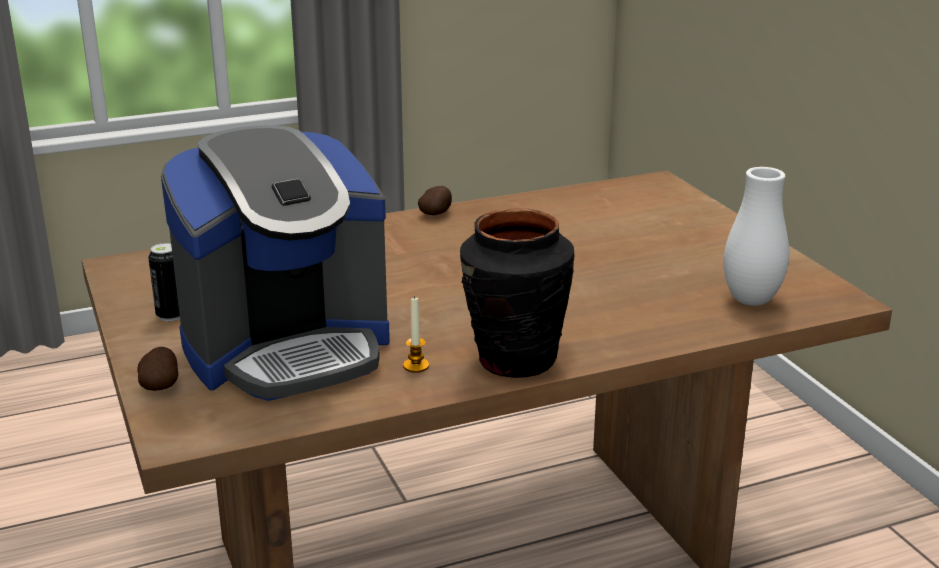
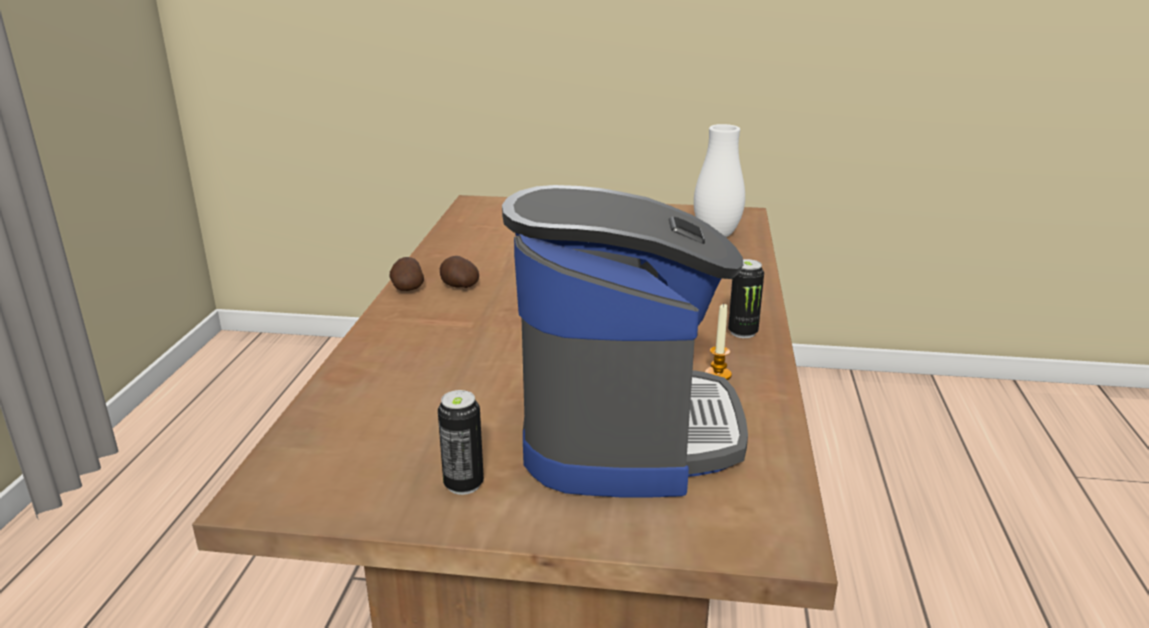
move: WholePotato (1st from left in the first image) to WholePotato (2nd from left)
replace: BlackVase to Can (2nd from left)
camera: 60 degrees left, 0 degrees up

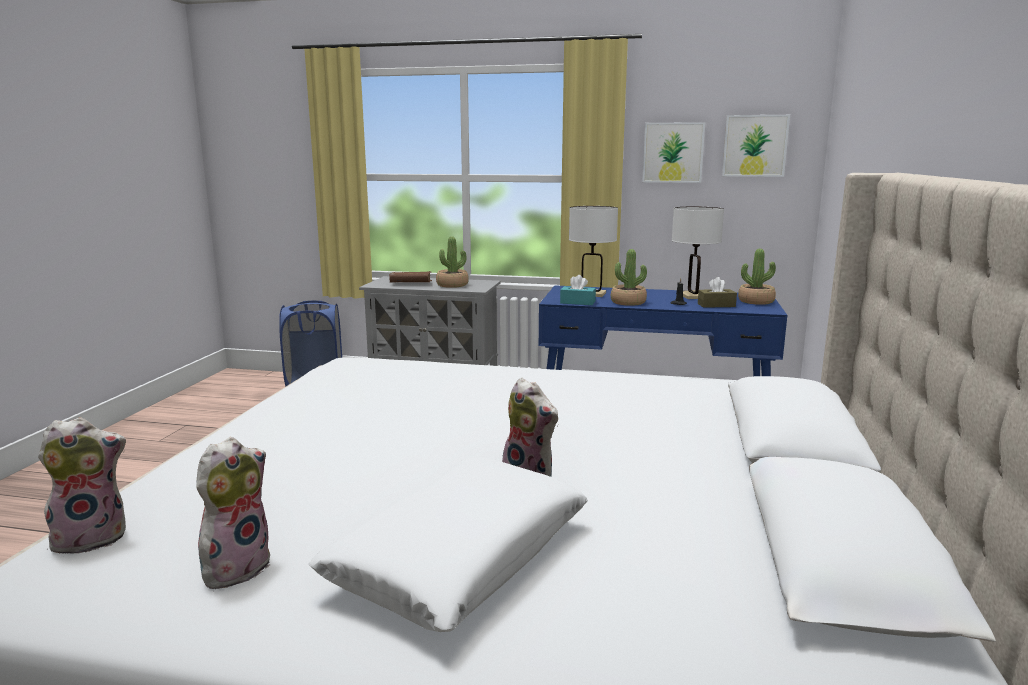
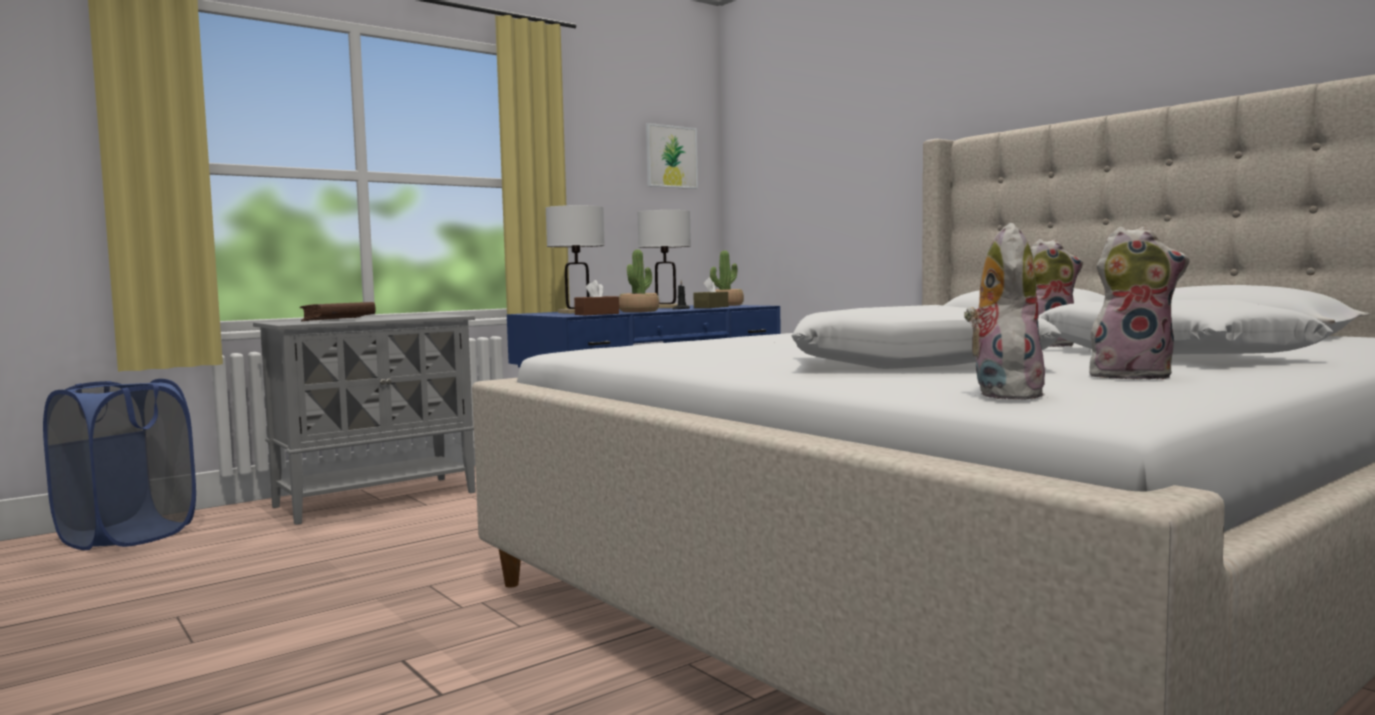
delete: PottedPlant (1st from left); WallPicture (1st from left)
insert: WhiteThrowPillow (1st from left)
recolor: TurquoiseColouredTissueHolder to BrownColouredTissueHolder (1st from left)
rotate: CuddlyToy (2nd from left in the first image) 120 degrees clockwise
camera: 50 degrees left, 10 degrees down

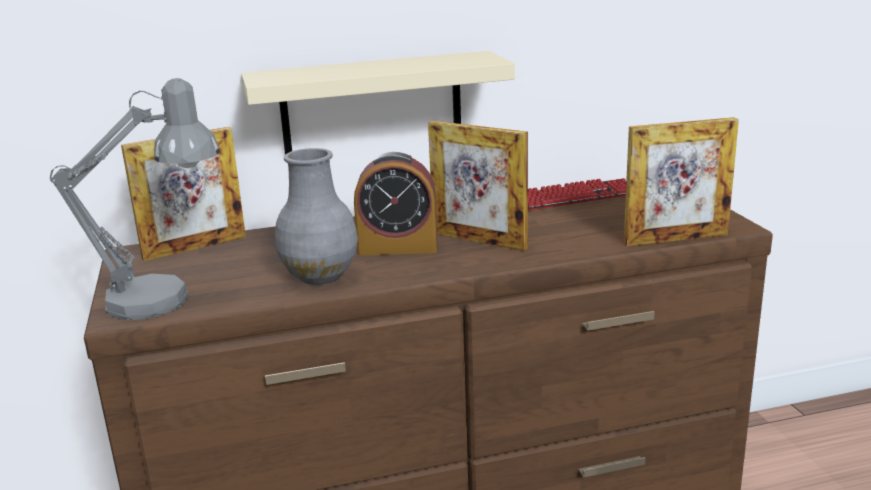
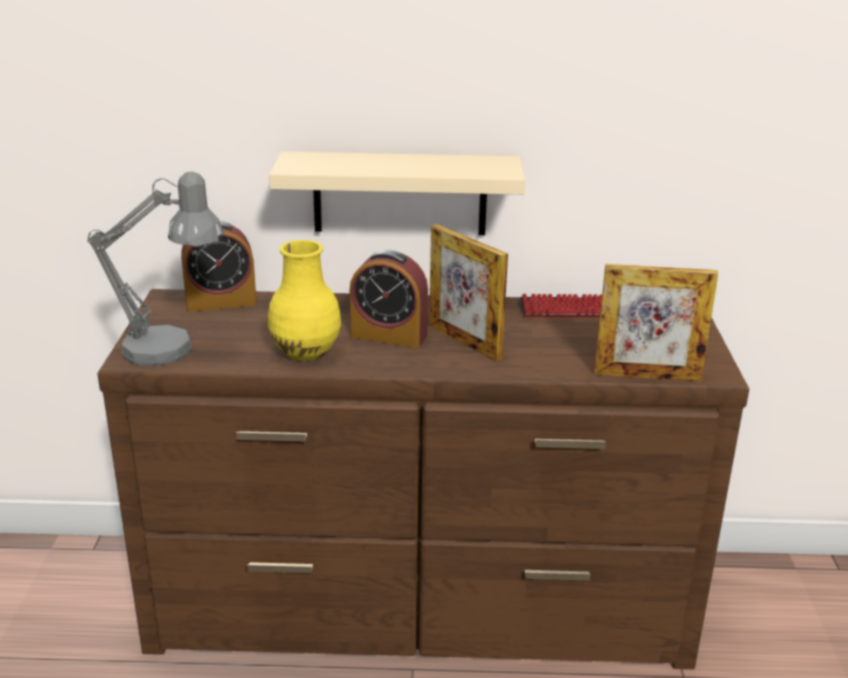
replace: PhotoFrame (1st from left) to TableClock (1st from left)
recolor: GreyishVase to YellowColouredVase
camera: 15 degrees right, 5 degrees up

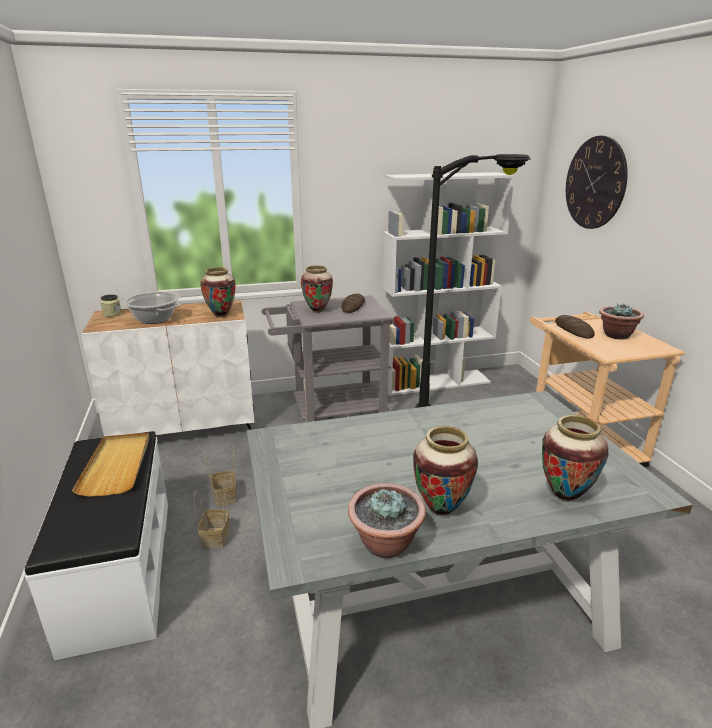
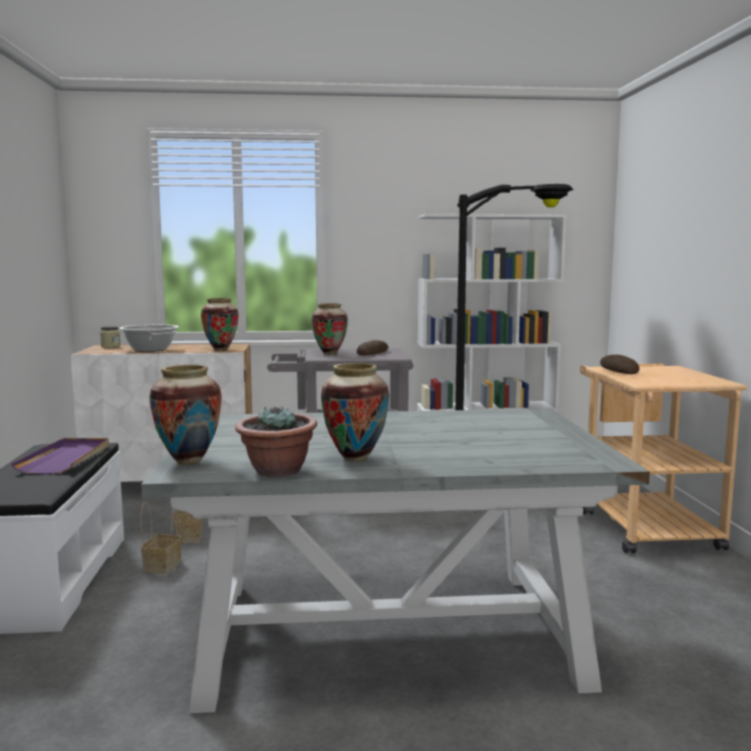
delete: ClockOnTheWall; PottedPlant (2nd from left)
move: Vase (4th from left in the first image) to Vase (1st from left)
recolor: BeigeCarryingTray to PurplishCarryingTray
camera: 10 degrees right, 15 degrees down

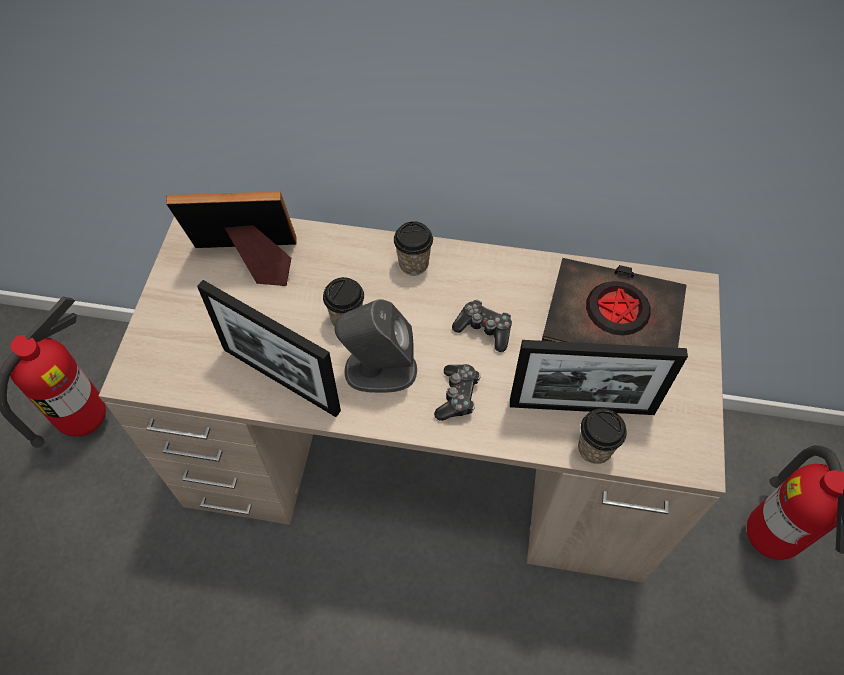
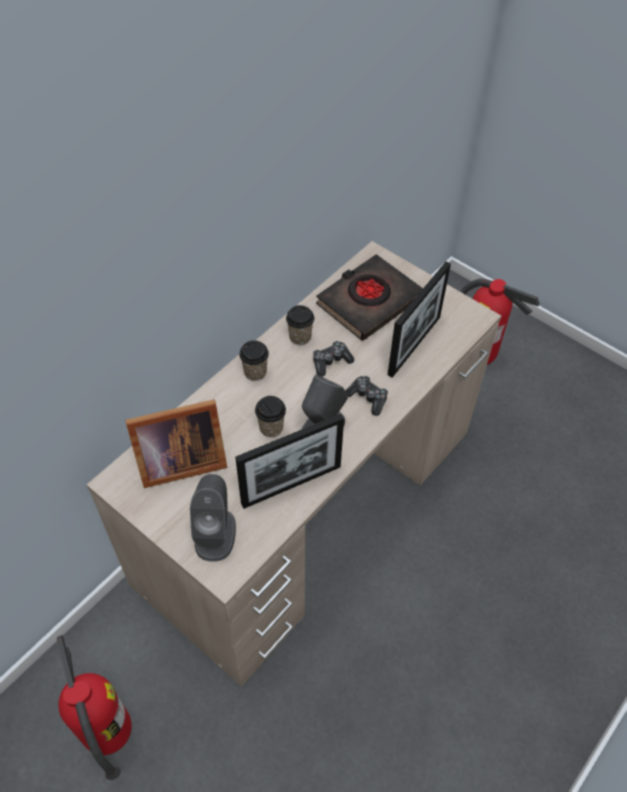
insert: GreyishSpeaker (1st from left)
move: SmallCup (3rd from left)
rotate: PhotoFrame (1st from left) 135 degrees counterclockwise
camera: 60 degrees left, 5 degrees down

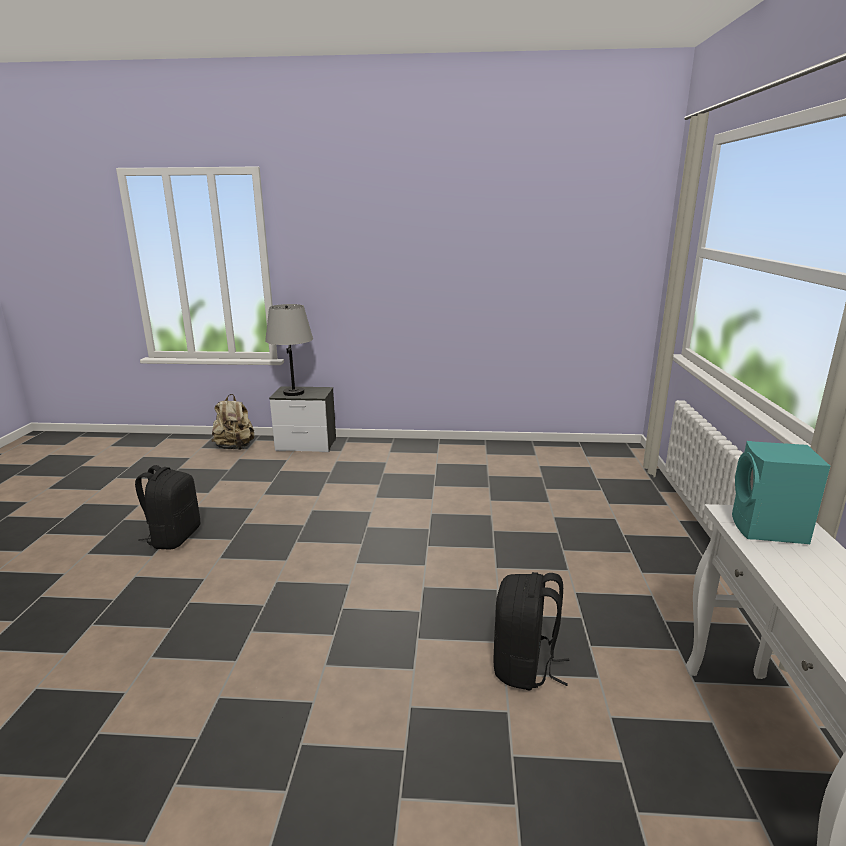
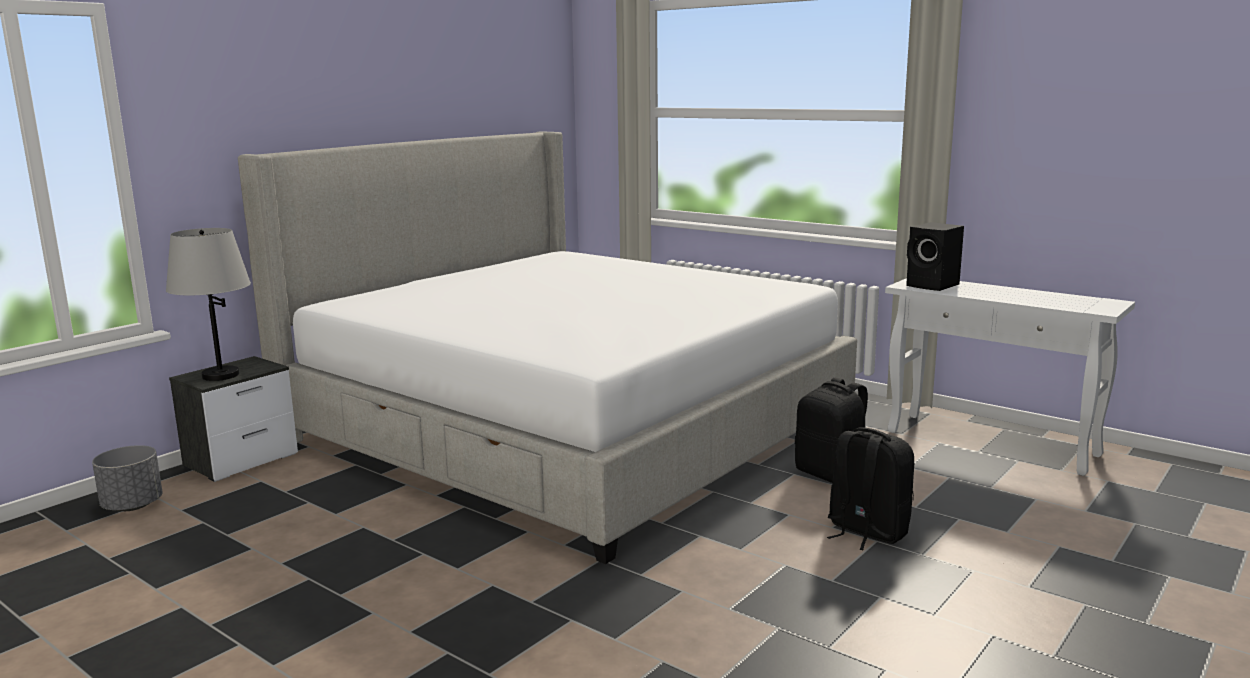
insert: Bed
move: BlackRucksack (1st from left in the first image) to BlackRucksack (2nd from left)
replace: BeigeRucksack to GreyishPlanter
recolor: TurquoiseColouredSpeaker to BlackSpeaker
camera: 55 degrees left, 5 degrees down

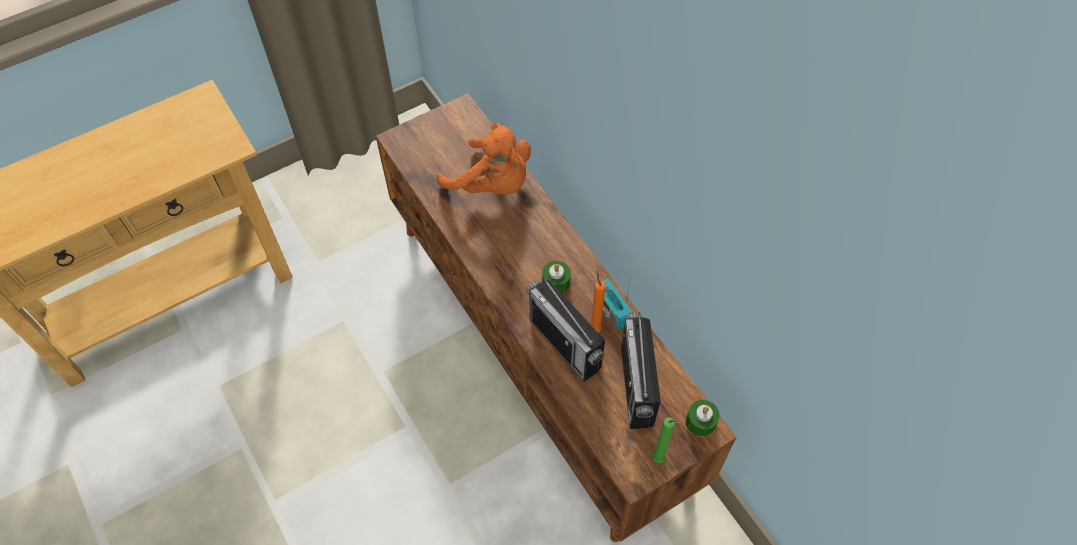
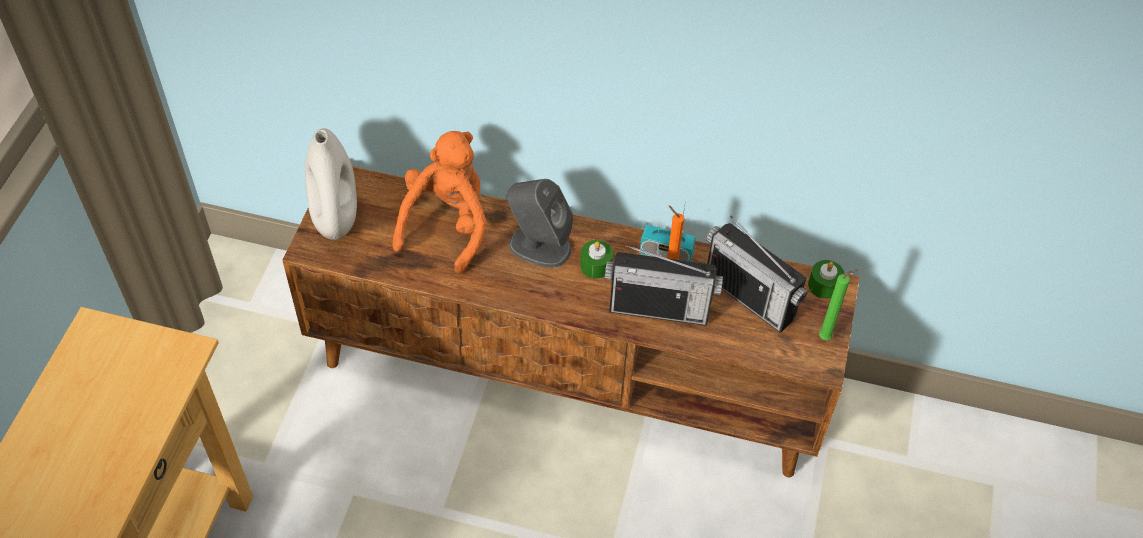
insert: WhiteVase; GreyishSpeaker
rotate: OrangeColouredCuddlyToy 60 degrees counterclockwise
camera: 45 degrees left, 5 degrees down

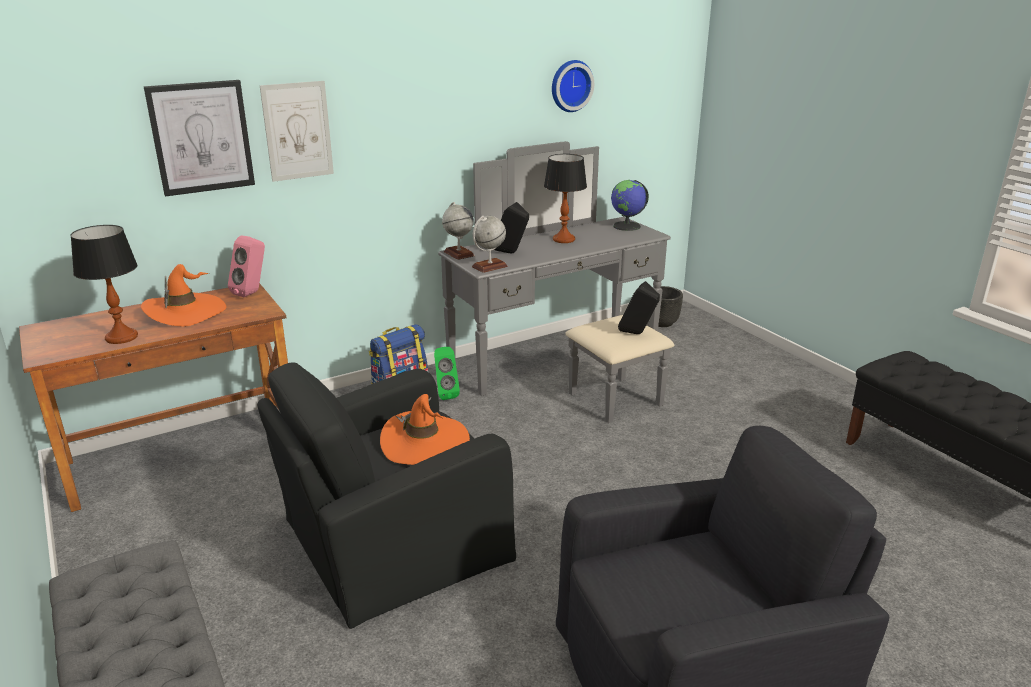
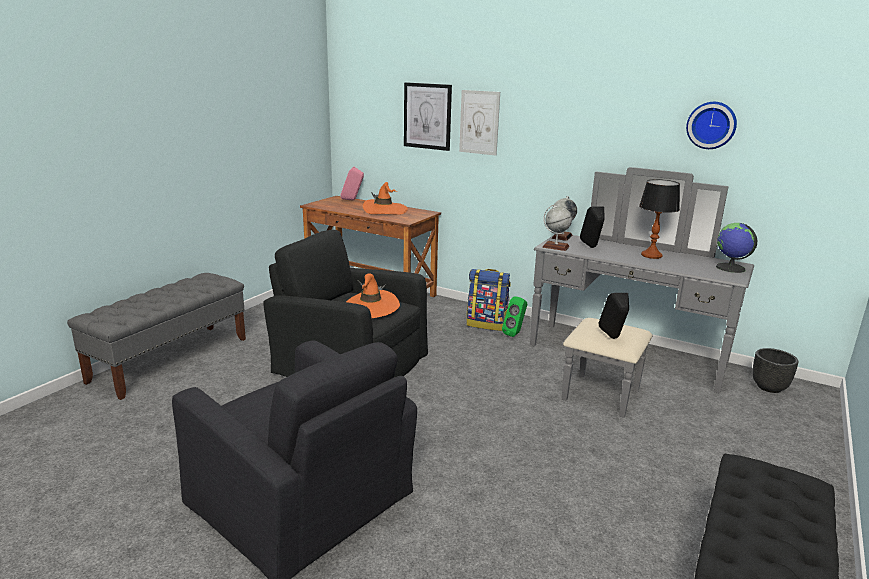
delete: LampForATable (1st from left)
move: PinkishSpeaker
camera: 60 degrees right, 5 degrees down

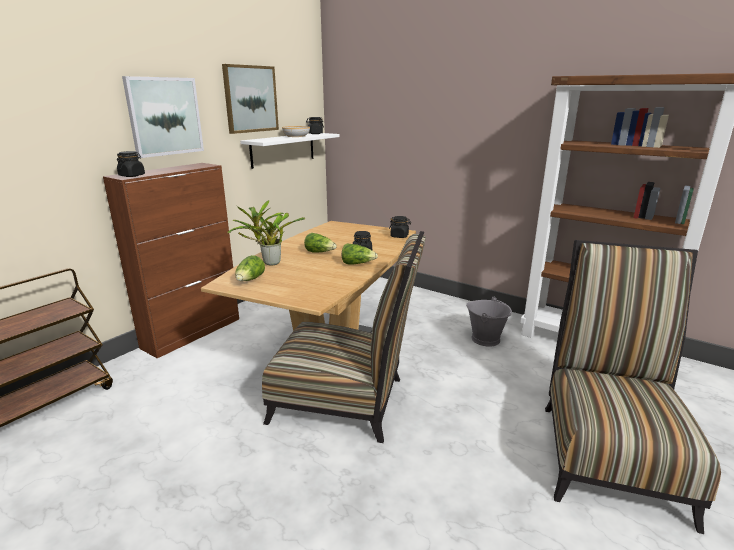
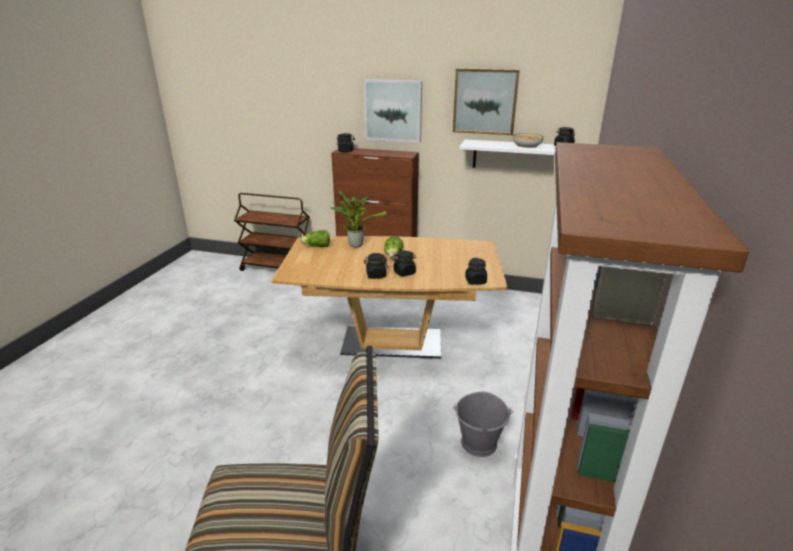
delete: Chair (1st from left)
replace: HeadOfLettuce (3rd from left) to BlackPreserveJar (2nd from left)
camera: 70 degrees right, 5 degrees up

